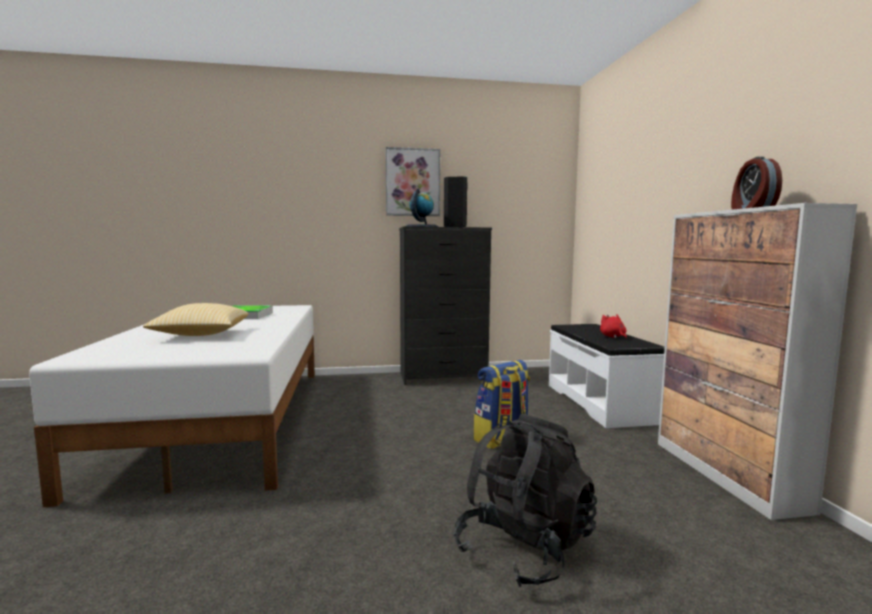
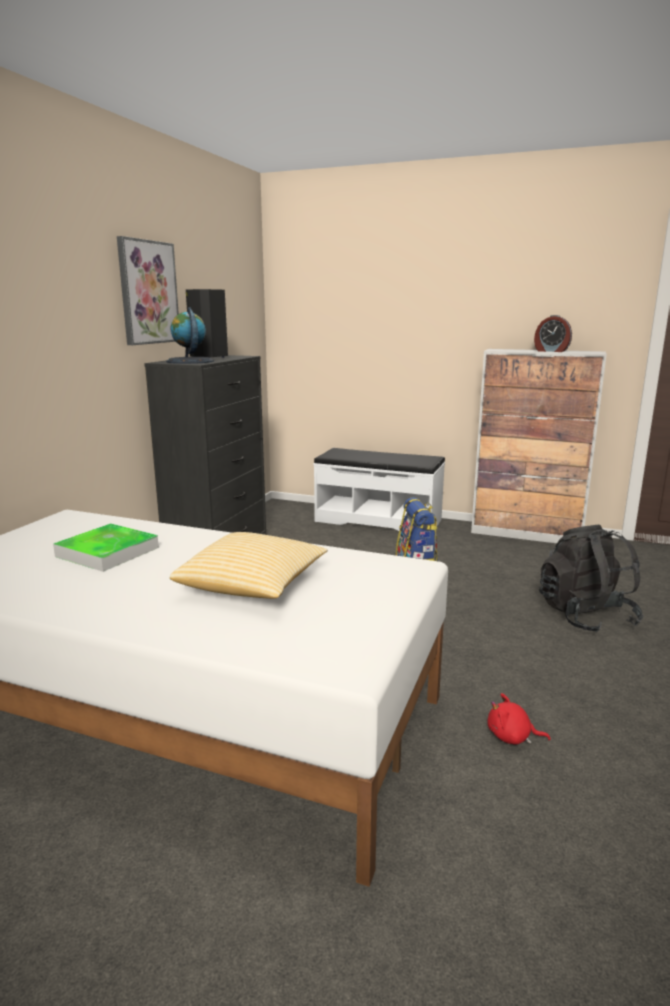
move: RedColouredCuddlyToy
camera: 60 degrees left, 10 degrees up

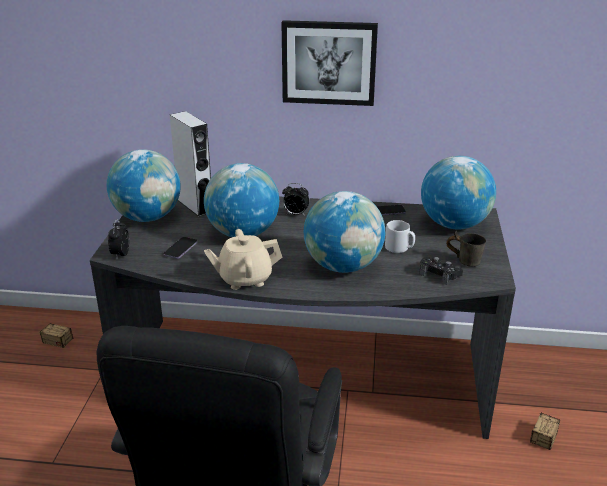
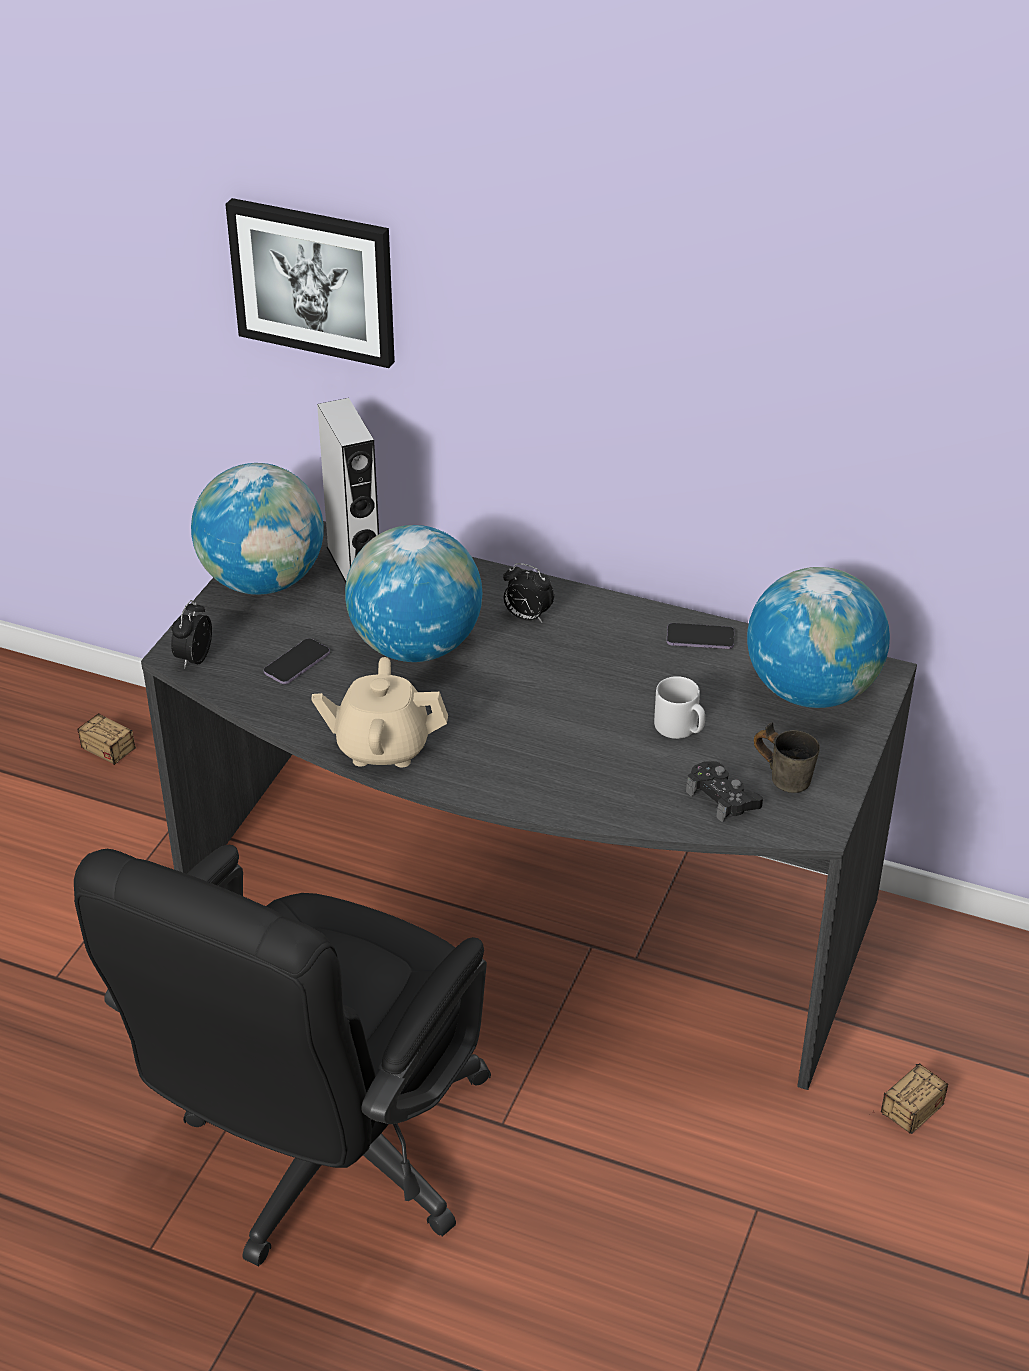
delete: Globe (3rd from left)
move: WallPicture
camera: 15 degrees right, 10 degrees up

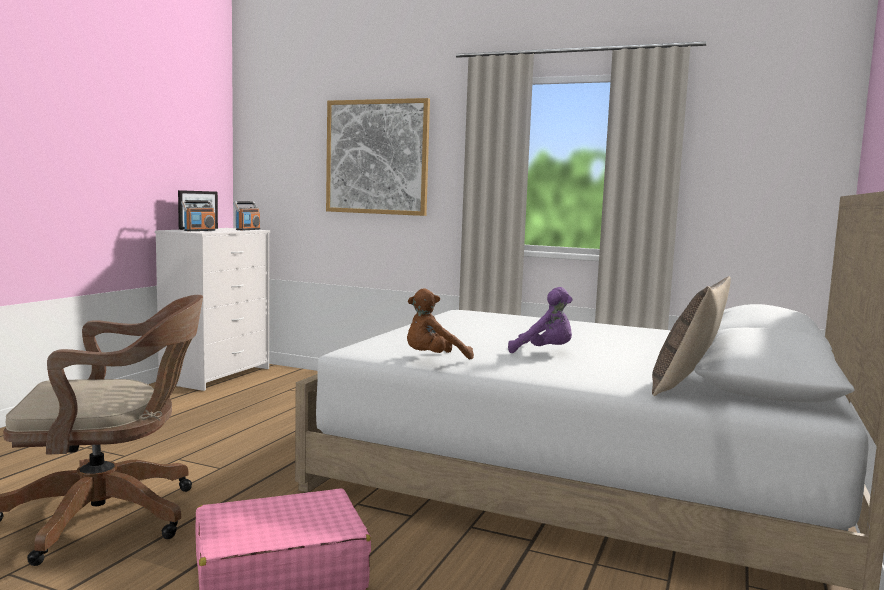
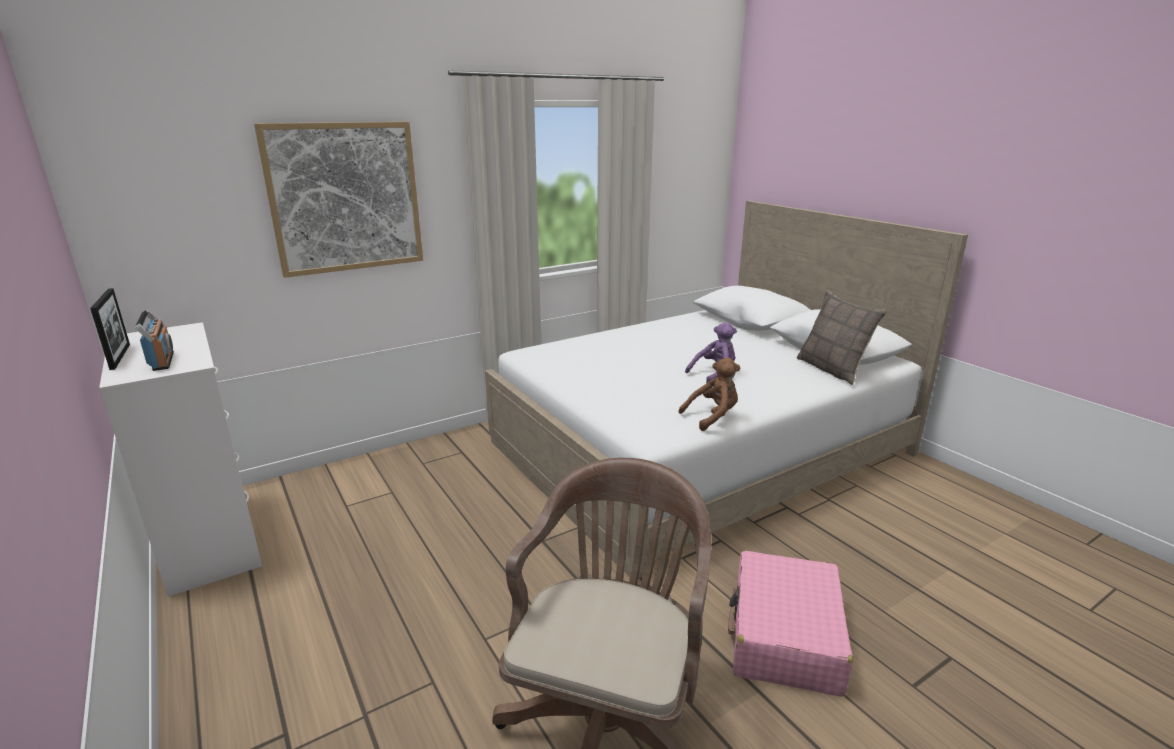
delete: RadioSet (2nd from left)
rotate: BrownColouredCuddlyToy 120 degrees counterclockwise
camera: 55 degrees left, 15 degrees up

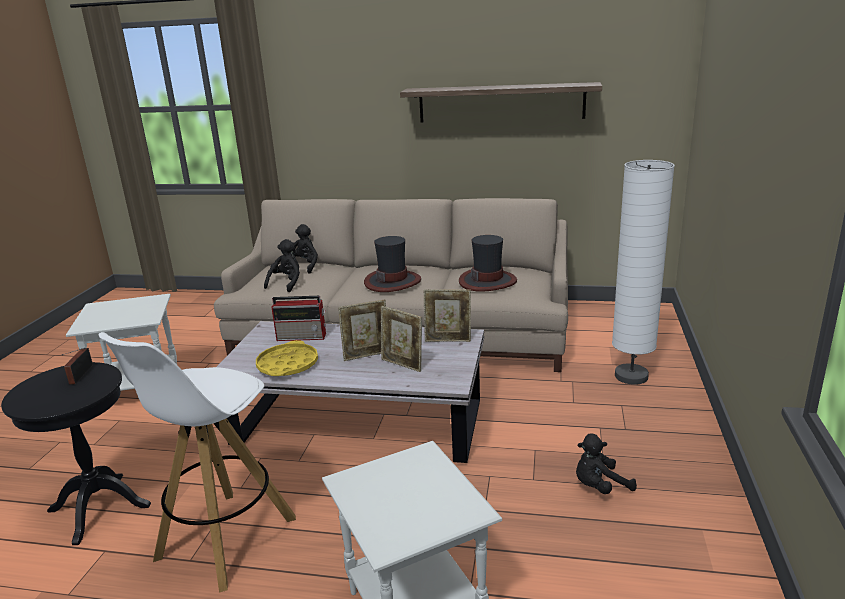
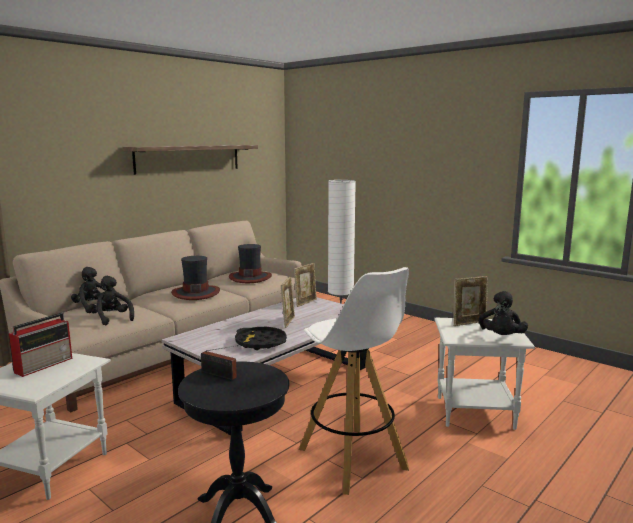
move: RadioSet (2nd from left in the first image) to RadioSet (1st from left); PhotoFrame (2nd from left in the first image) to PhotoFrame (3rd from left); BlackCuddlyToy (3rd from left)
recolor: YellowColouredCarryingTray to BlackCarryingTray
camera: 60 degrees left, 10 degrees down

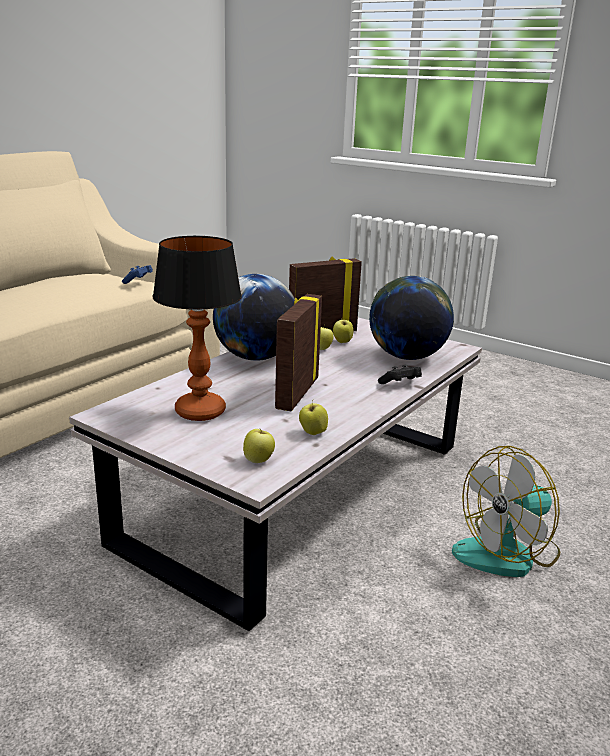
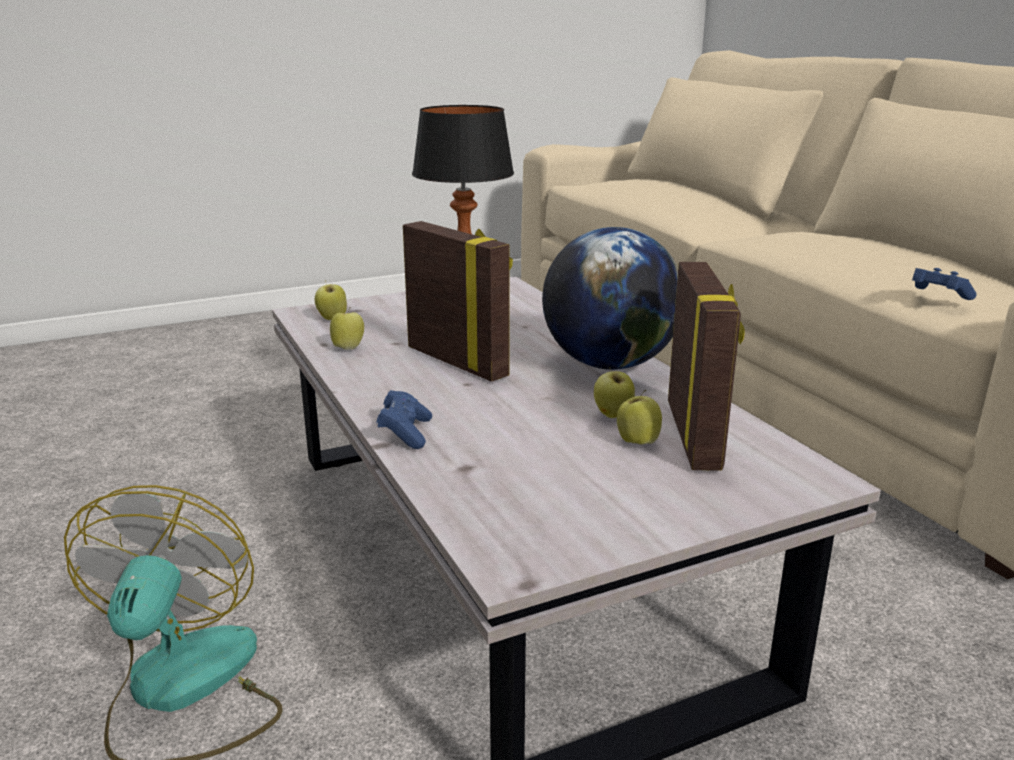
delete: Globe (2nd from left)
recolor: BlackJoypad to BlueColouredJoypad (1st from left)
camera: 120 degrees right, 0 degrees up

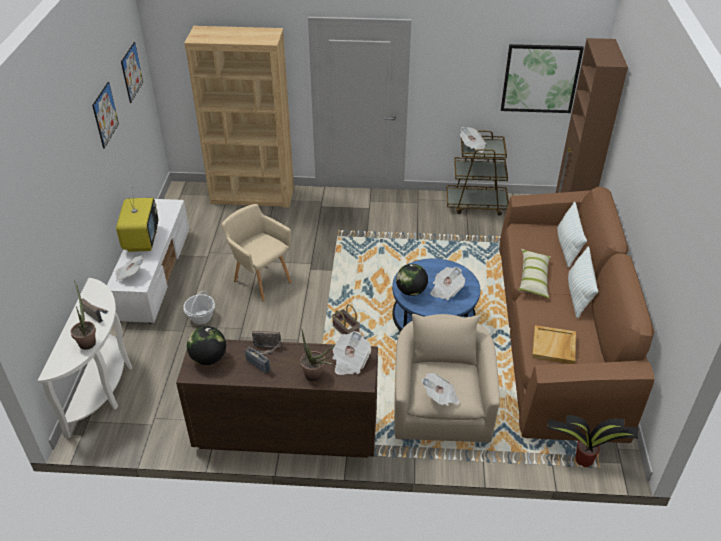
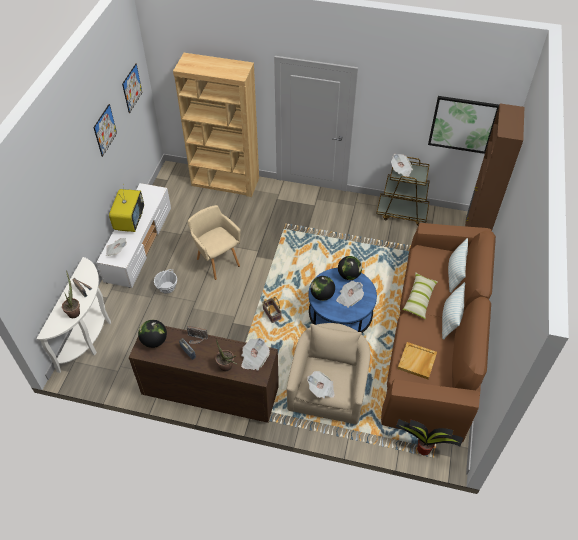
insert: Globe (3rd from left)
camera: 10 degrees right, 10 degrees up

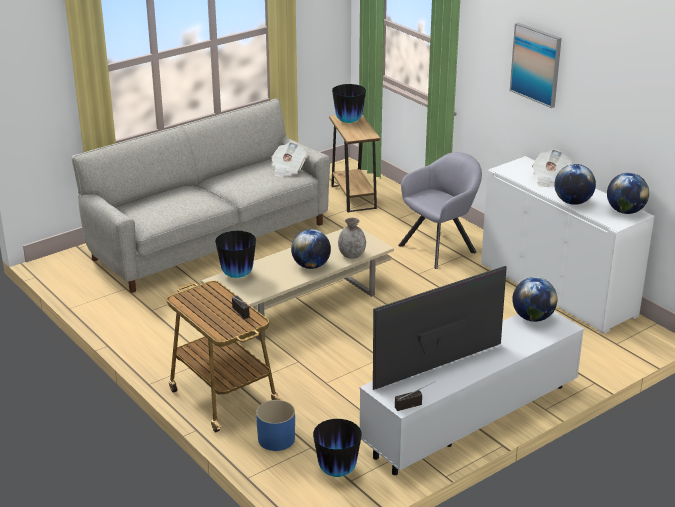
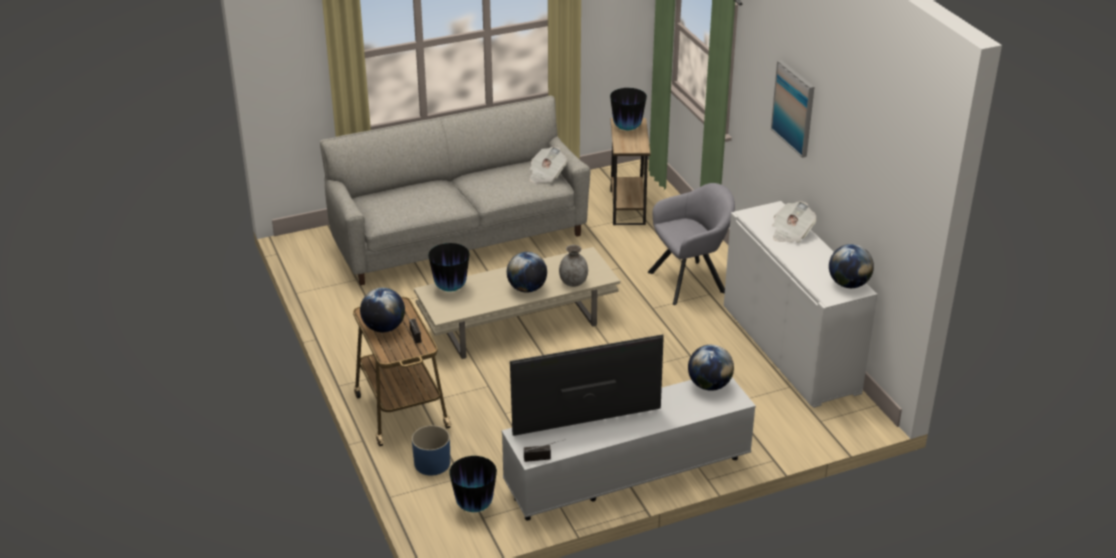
move: Globe (3rd from left in the first image) to Globe (1st from left)
camera: 15 degrees right, 5 degrees up

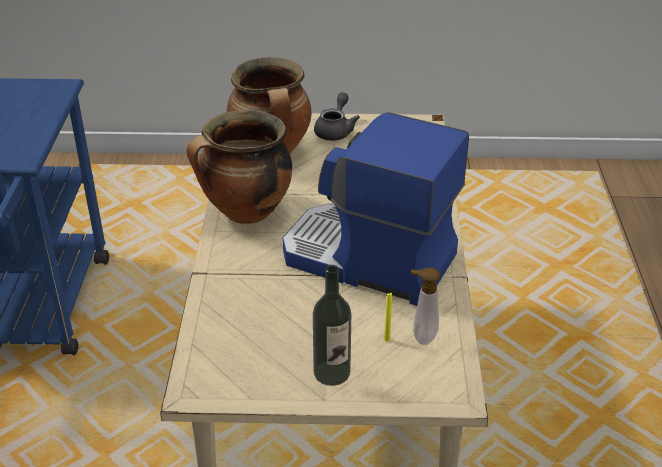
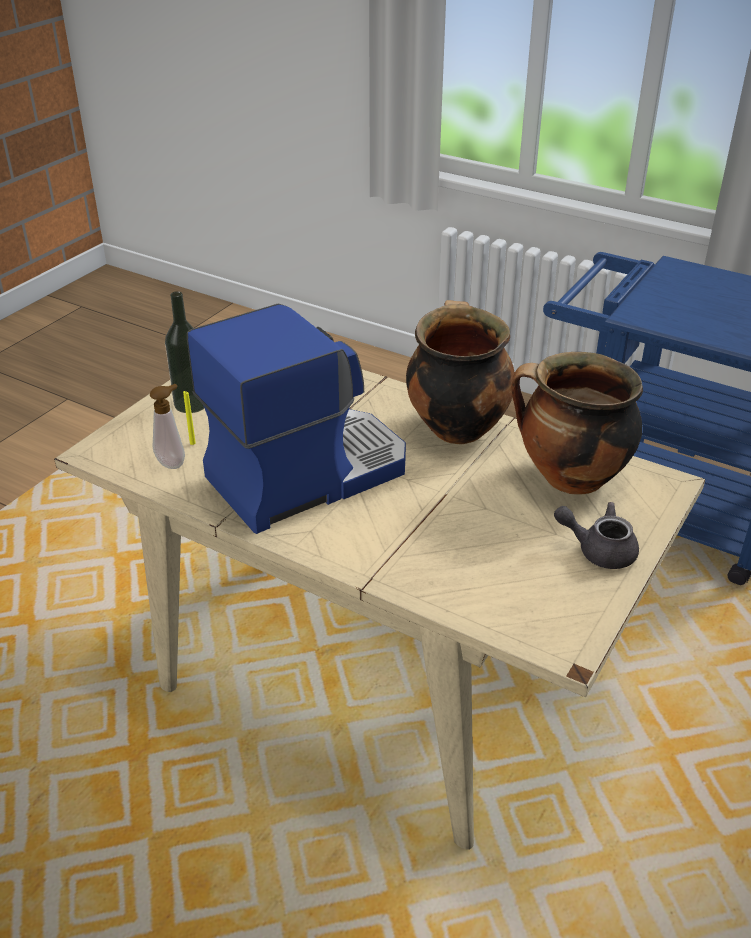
rotate: GreyishPotForTea 150 degrees clockwise
camera: 120 degrees right, 0 degrees up

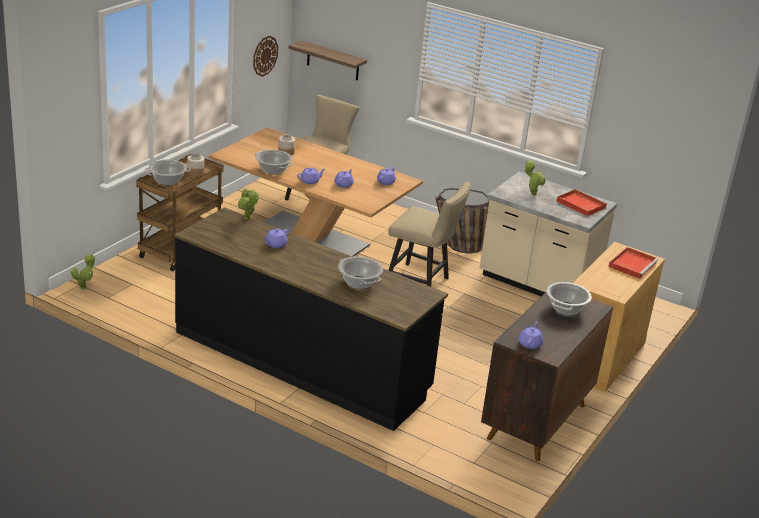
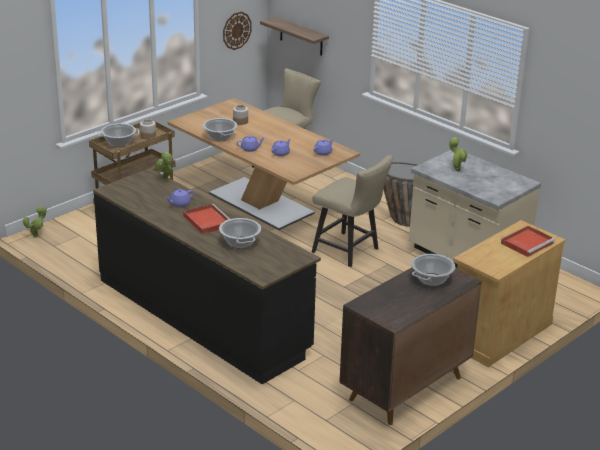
delete: PurplishPotForTea (5th from left)
move: RedColouredCarryingTray (1st from left)
camera: 15 degrees right, 0 degrees up

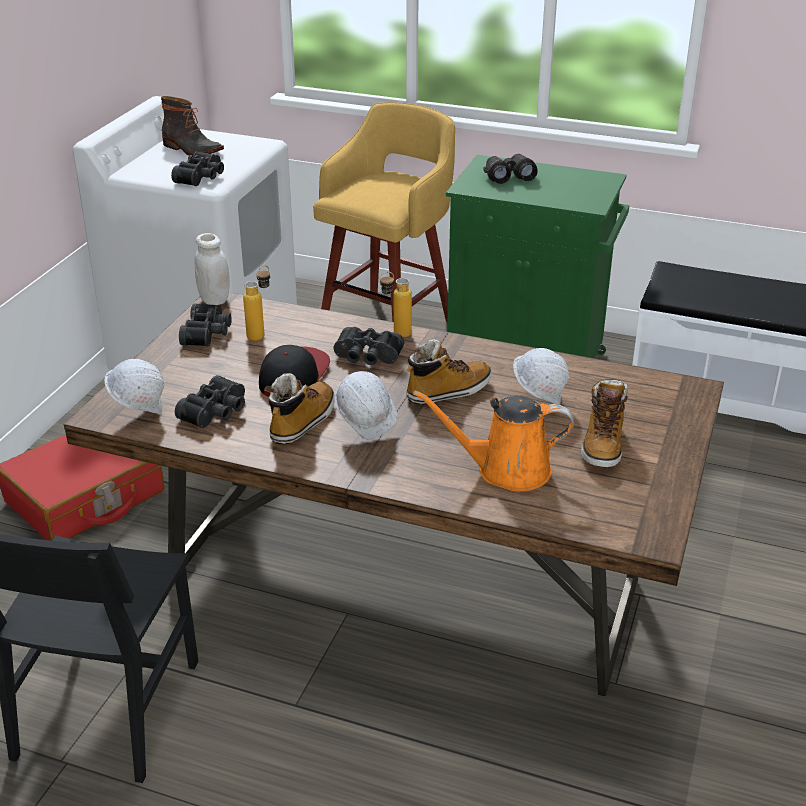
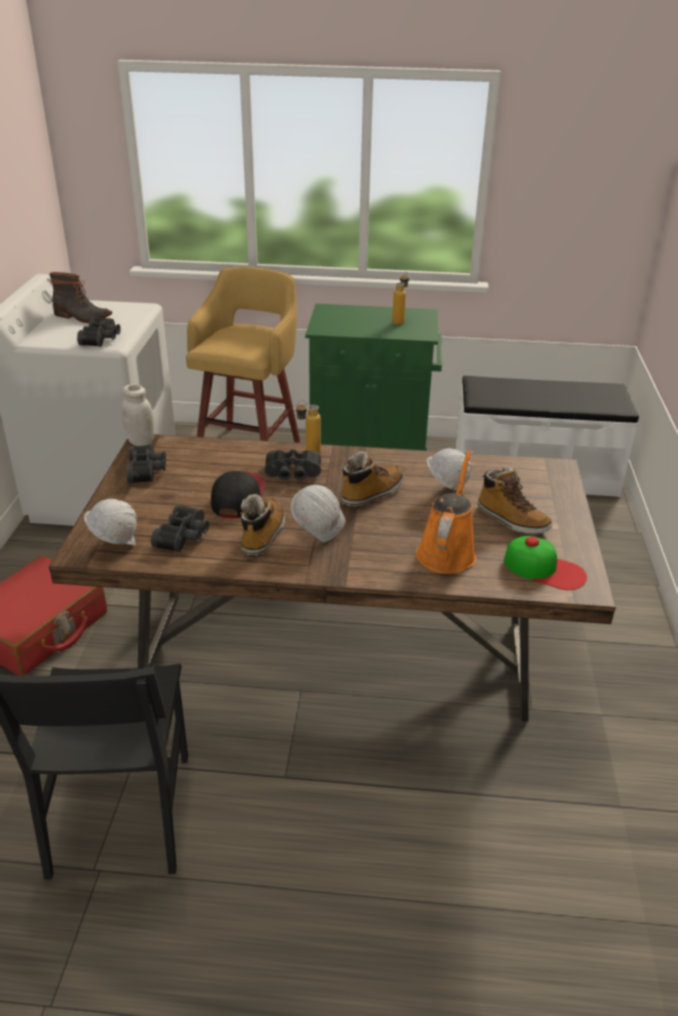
delete: BlackPairOfBinoculars (5th from left)
insert: BaseballCap (2nd from left)
move: DrinkBottle (1st from left in the first image) to DrinkBottle (2nd from left)
rotate: OrangeColouredWateringCan 120 degrees clockwise; HighTopBoot (4th from left) 45 degrees counterclockwise
camera: 15 degrees left, 0 degrees up

